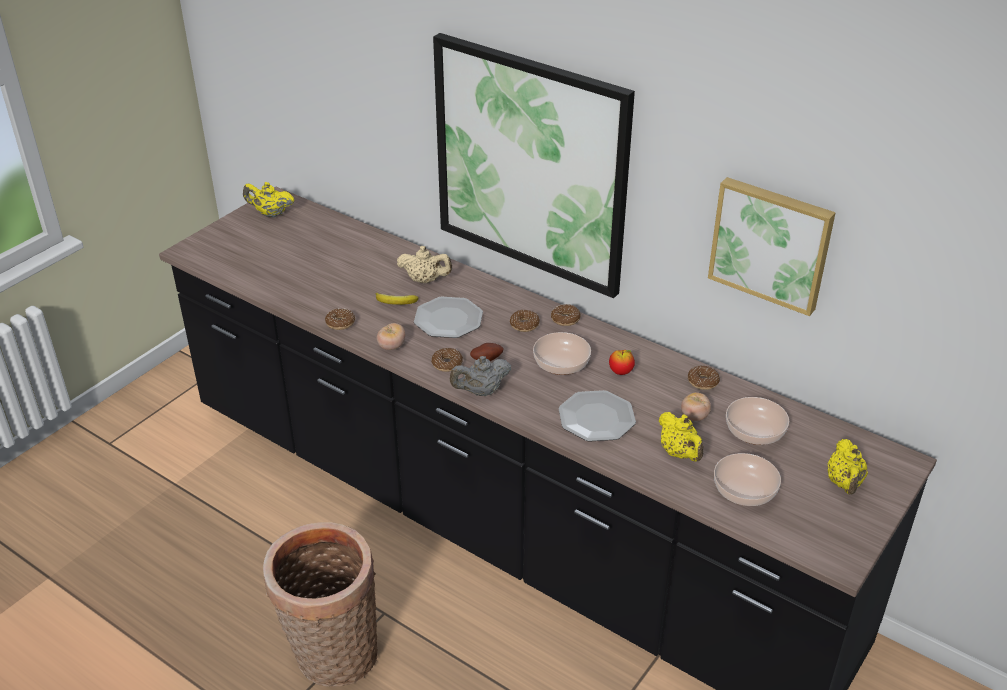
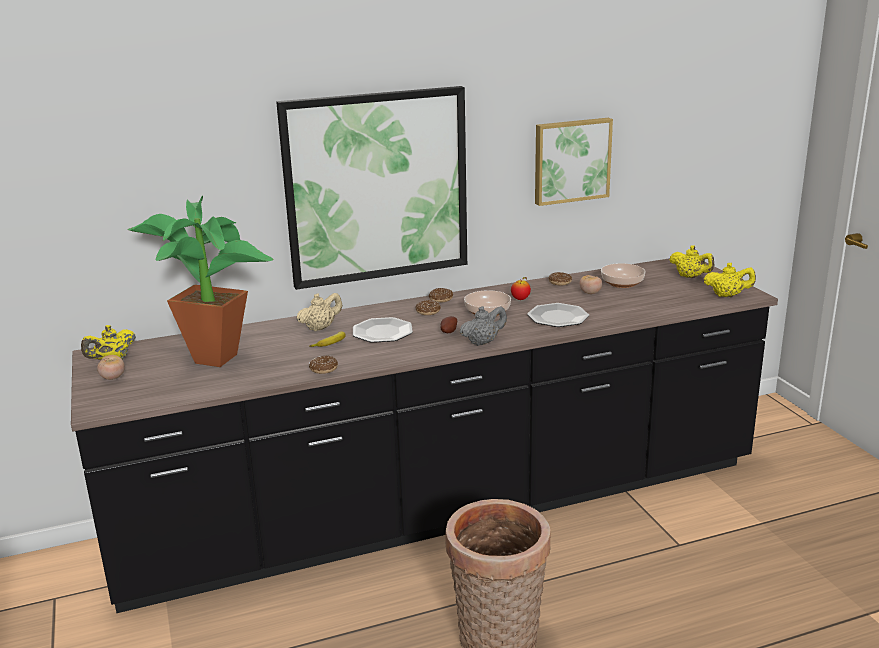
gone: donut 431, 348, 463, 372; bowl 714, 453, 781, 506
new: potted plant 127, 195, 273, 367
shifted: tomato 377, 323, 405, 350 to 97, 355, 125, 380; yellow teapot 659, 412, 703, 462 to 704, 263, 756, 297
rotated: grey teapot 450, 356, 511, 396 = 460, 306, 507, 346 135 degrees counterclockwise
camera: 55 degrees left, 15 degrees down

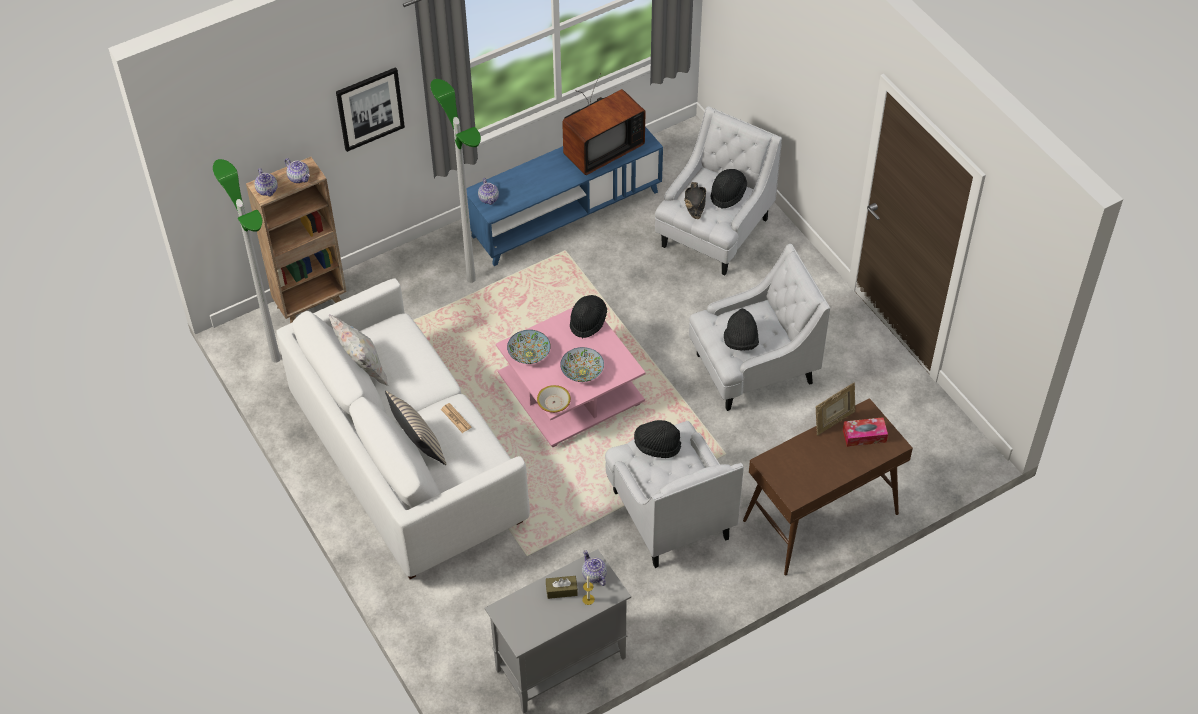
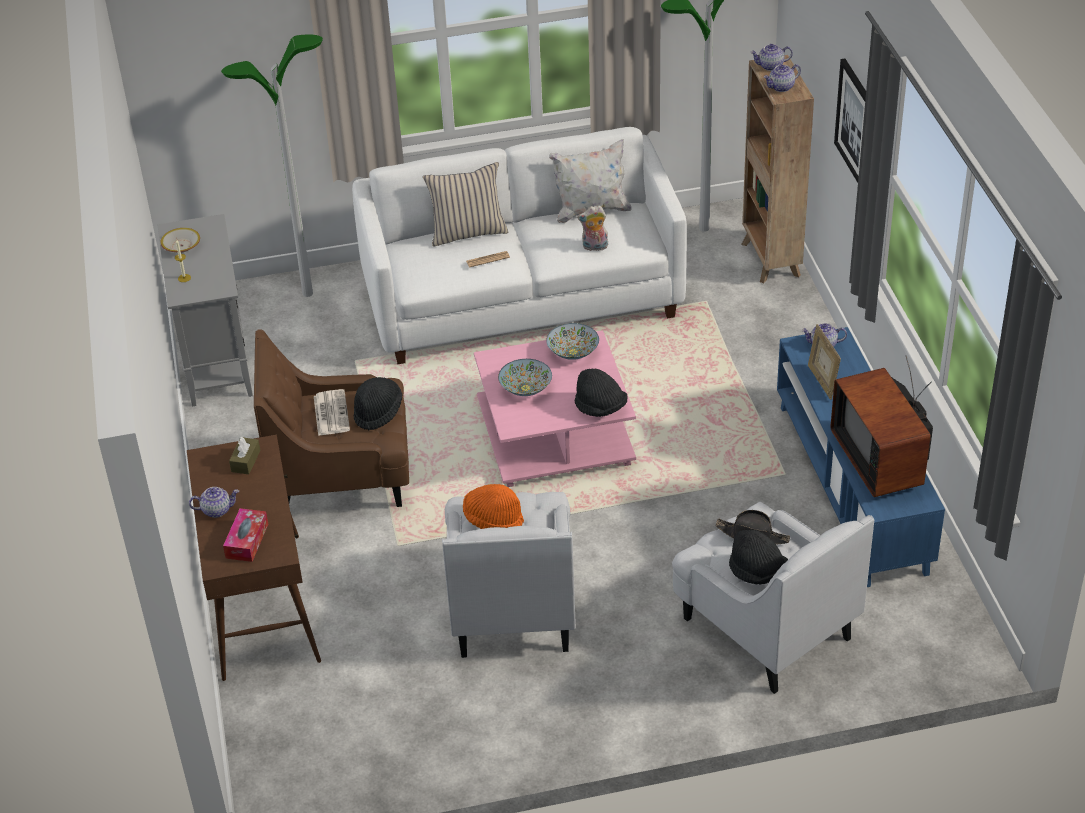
new: newspaper 314, 389, 350, 436; plush toy 577, 205, 608, 251
shifted: floor lamp 430, 79, 481, 283 to 221, 34, 323, 297; bowl 537, 385, 571, 413 to 161, 228, 200, 253; brown tissue box 546, 576, 578, 599 to 229, 437, 261, 474; teapot 582, 550, 607, 586 to 189, 487, 239, 518; picture frame 816, 383, 855, 435 to 808, 324, 841, 400
repainted: white armchair 605, 421, 744, 568 to brown armchair 254, 329, 409, 507; black hat 724, 308, 759, 350 to orange hat 463, 484, 524, 529
camera: 110 degrees right, 10 degrees down

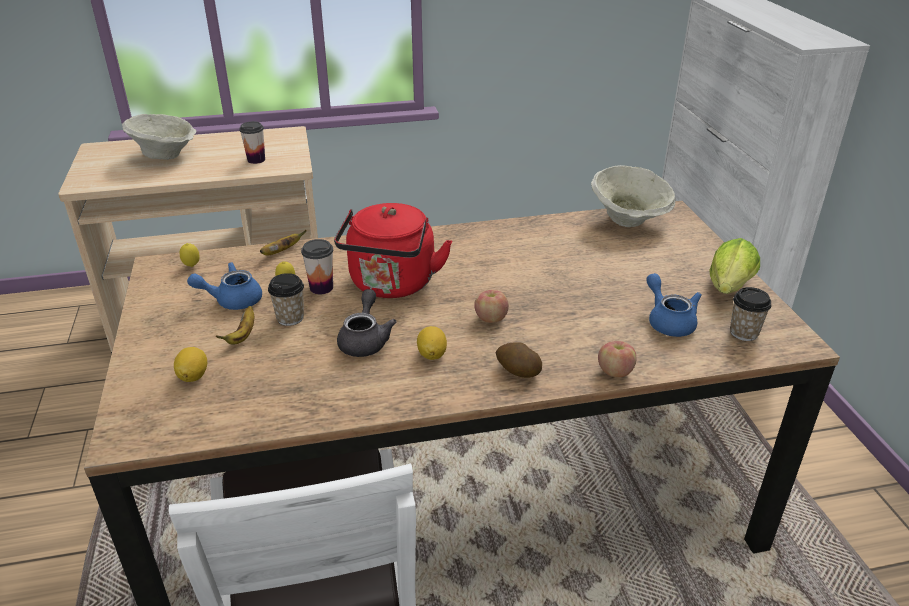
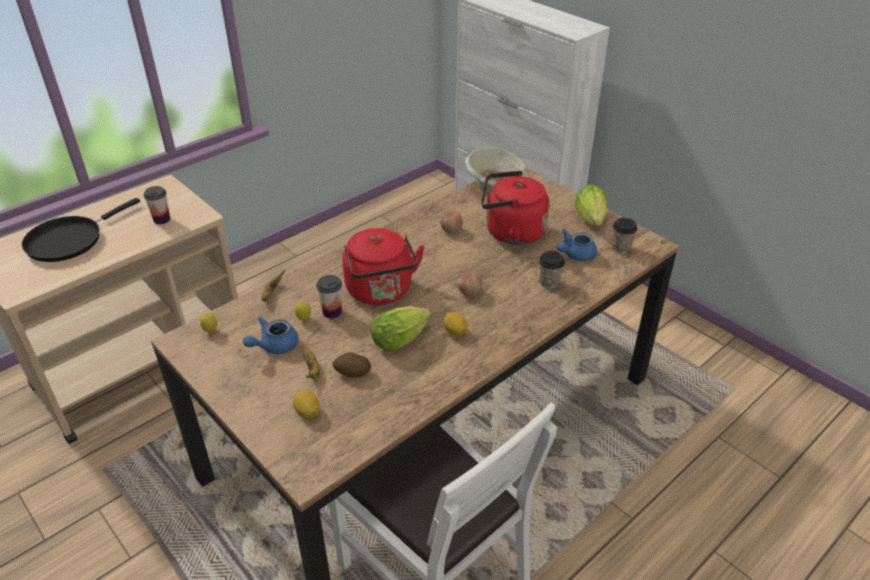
new: red kettle 481, 170, 550, 245
shifted: cup 268, 273, 304, 326 to 539, 251, 565, 289; potato 496, 342, 542, 378 to 333, 352, 371, 377; apple 598, 341, 636, 377 to 440, 211, 463, 233
swapped: beige bowl 122, 114, 196, 160 to black frying pan 21, 198, 140, 262; grey teapot 337, 289, 397, 357 to lettuce 371, 306, 431, 351
rotated: blue teapot 646, 273, 702, 337 = 557, 229, 597, 261 75 degrees counterclockwise
camera: 30 degrees left, 5 degrees up

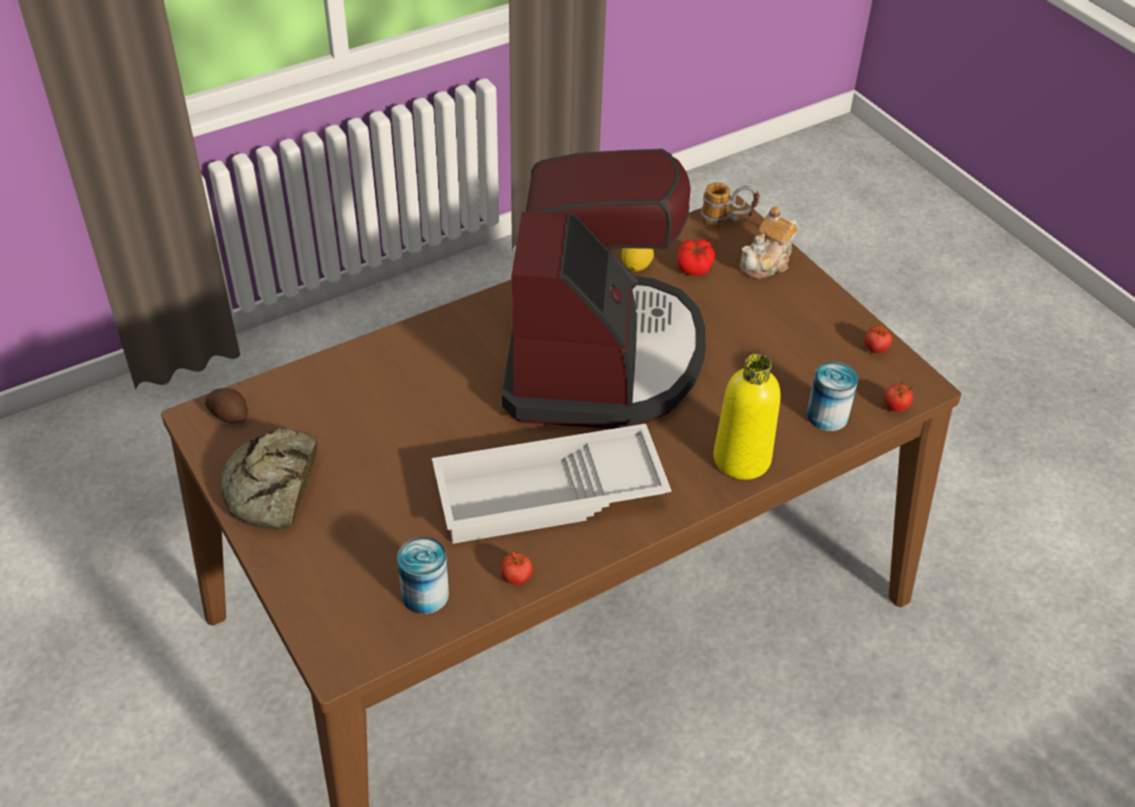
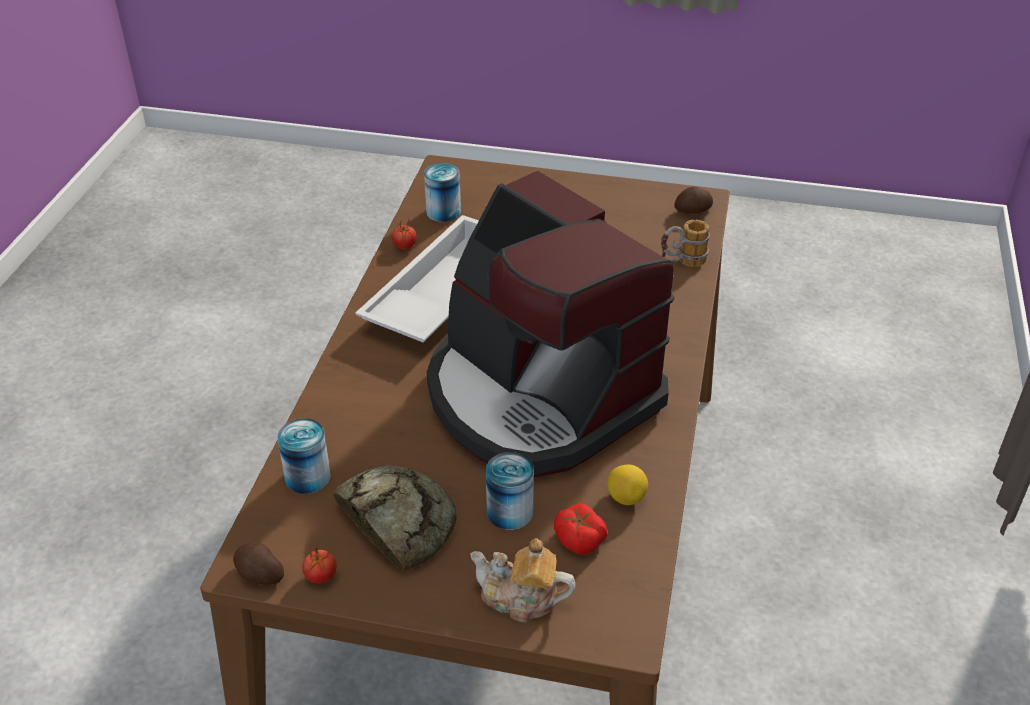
gone: yellow bottle 713, 354, 780, 480; tomato 884, 378, 913, 412
new: potato 233, 542, 284, 585; can 486, 452, 534, 530
shifted: bread 221, 428, 318, 530 to 333, 465, 457, 571; mug 701, 182, 760, 229 to 661, 220, 710, 267
rotated: teapot 740, 206, 798, 279 = 470, 538, 576, 622 75 degrees counterclockwise
camera: 135 degrees right, 5 degrees down

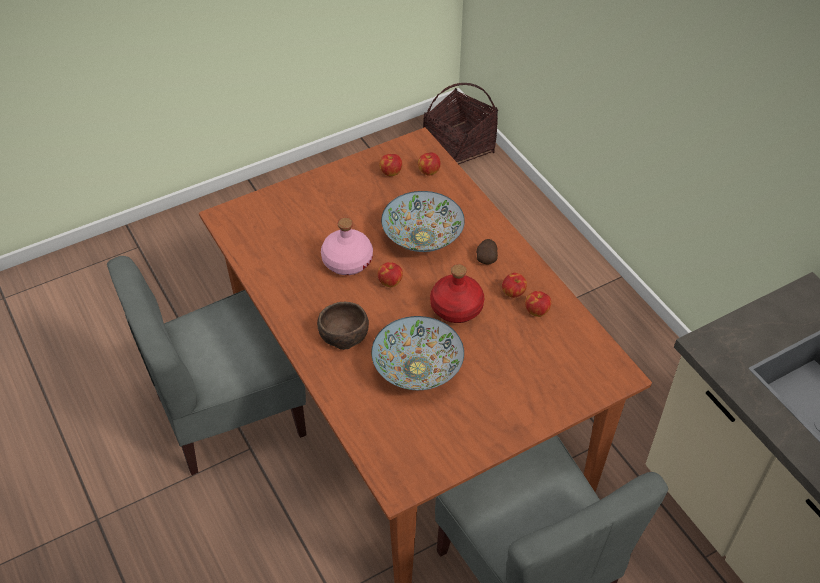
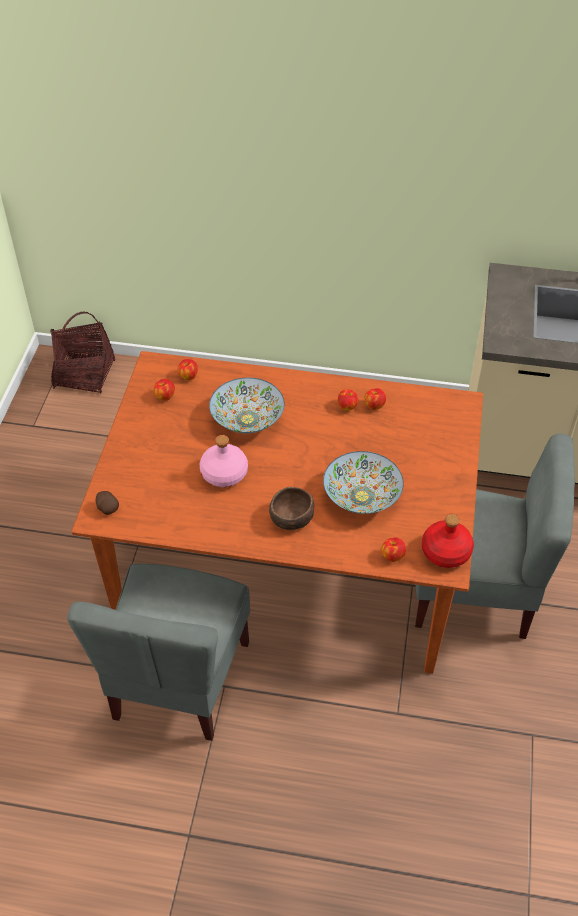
shifted: apple 378, 262, 403, 287 to 382, 538, 406, 562; red bottle 430, 264, 484, 323 to 422, 513, 474, 568; potato 476, 239, 498, 265 to 95, 491, 119, 515
camera: 50 degrees left, 0 degrees up

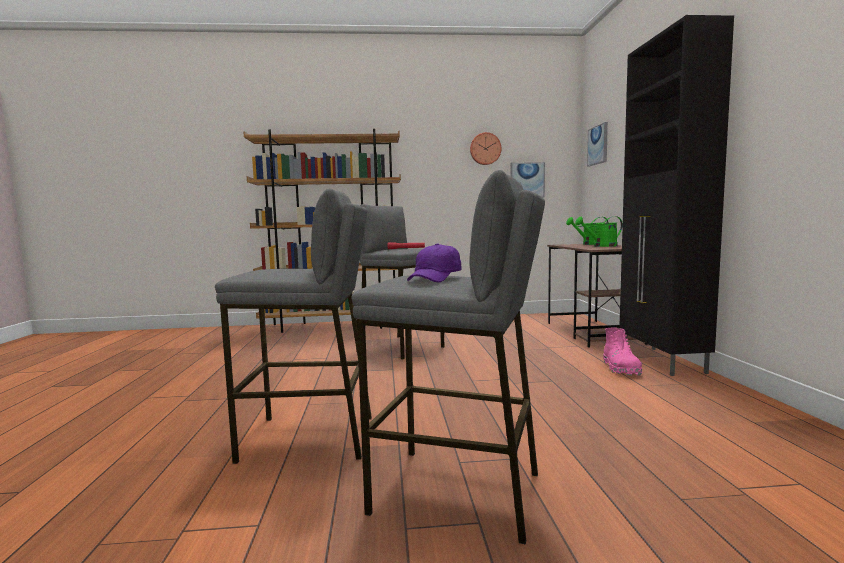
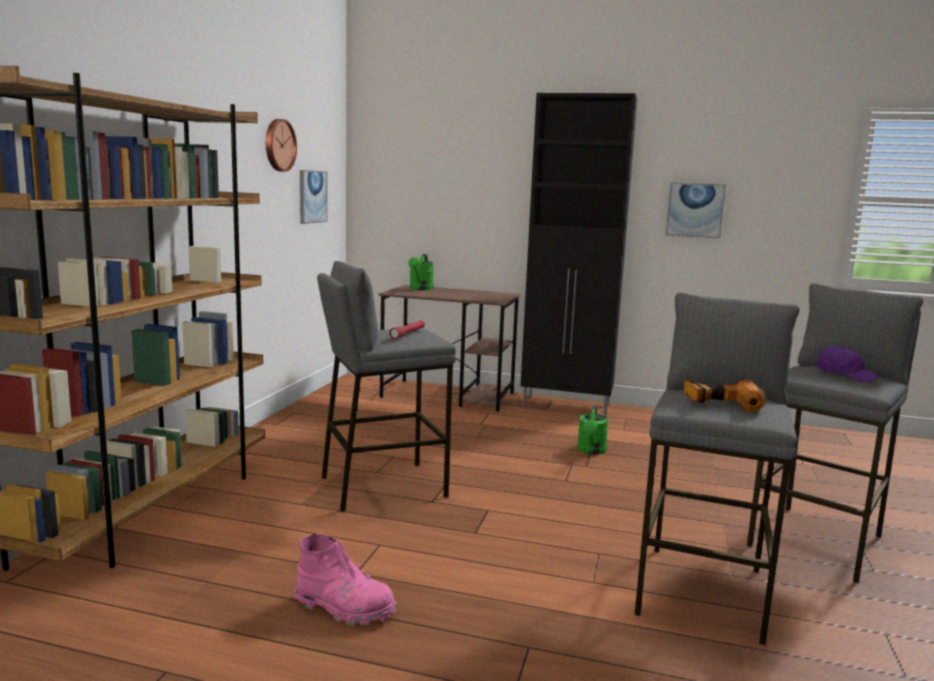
new: power drill 683, 380, 765, 412
shifted: green watering can 575, 216, 623, 247 to 577, 405, 608, 455; picture 587, 122, 608, 167 to 666, 183, 726, 238; pink boot 603, 327, 642, 376 to 294, 534, 396, 626
camera: 70 degrees left, 5 degrees up

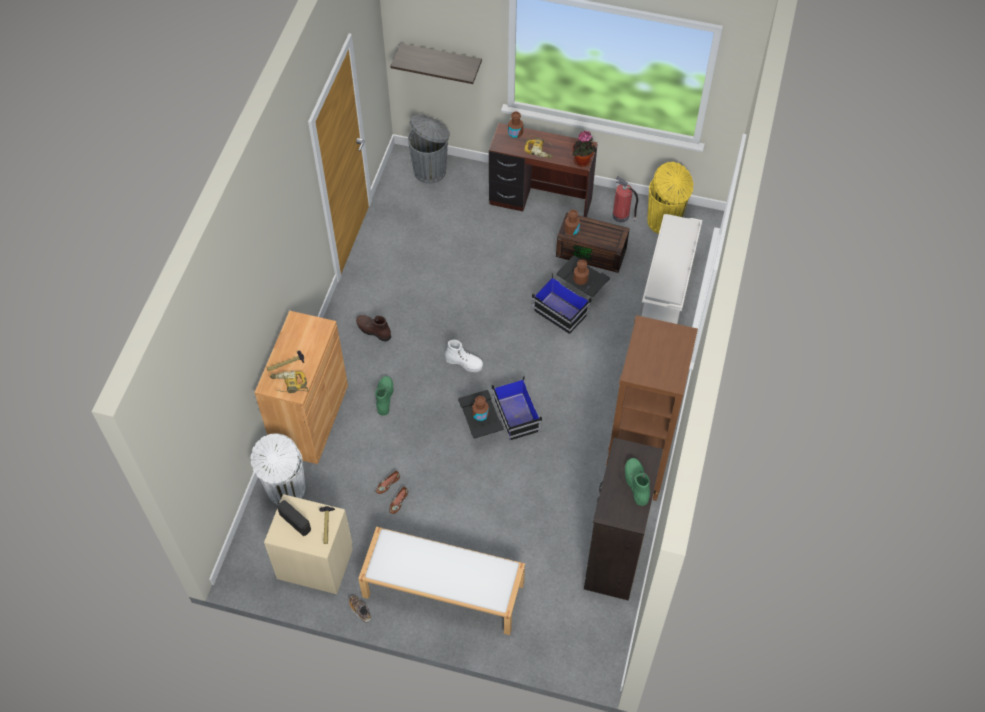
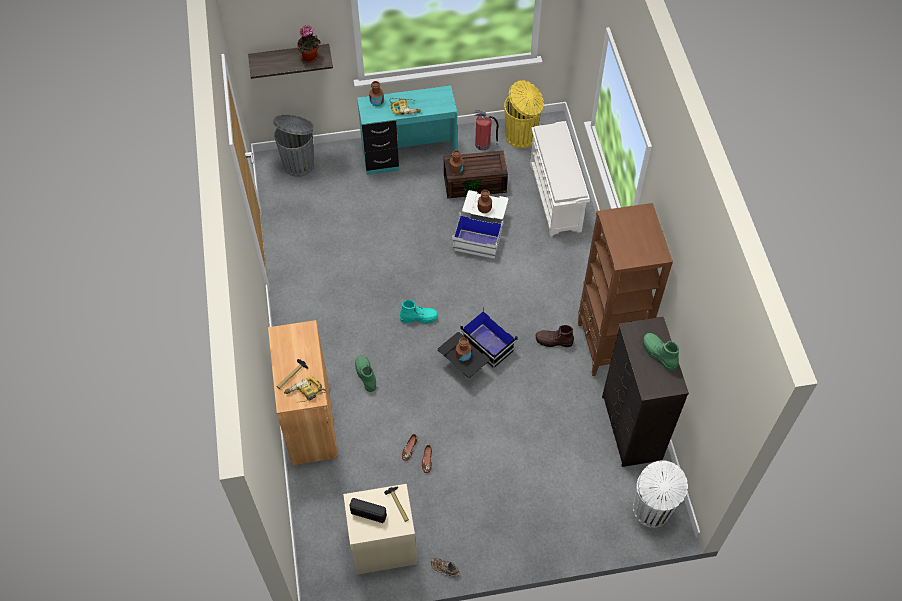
gone: white bench 358, 527, 525, 635
shifted: white trash can 251, 433, 305, 505 to 633, 460, 688, 528; brown boot 356, 315, 391, 342 to 536, 325, 574, 347; potted plant 572, 131, 596, 167 to 297, 25, 321, 63
repainted: white boot 445, 340, 483, 372 to turquoise boot 400, 300, 438, 324; brown desk 489, 123, 598, 217 to turquoise desk 357, 85, 457, 175; black storage box 532, 256, 610, 334 to white storage box 452, 190, 509, 259
camera: 25 degrees left, 0 degrees up

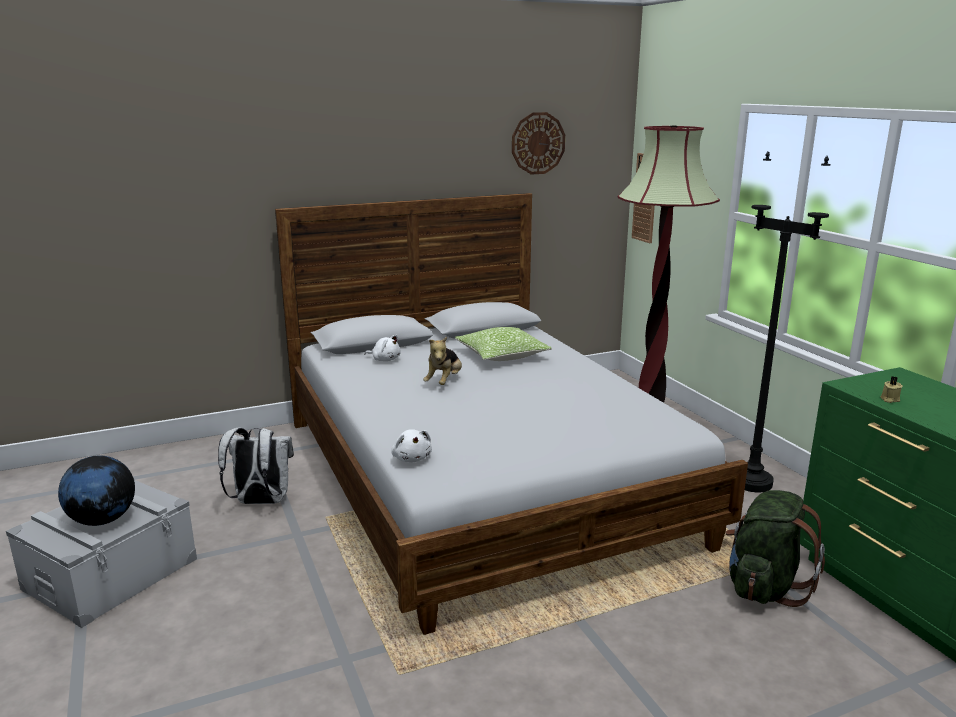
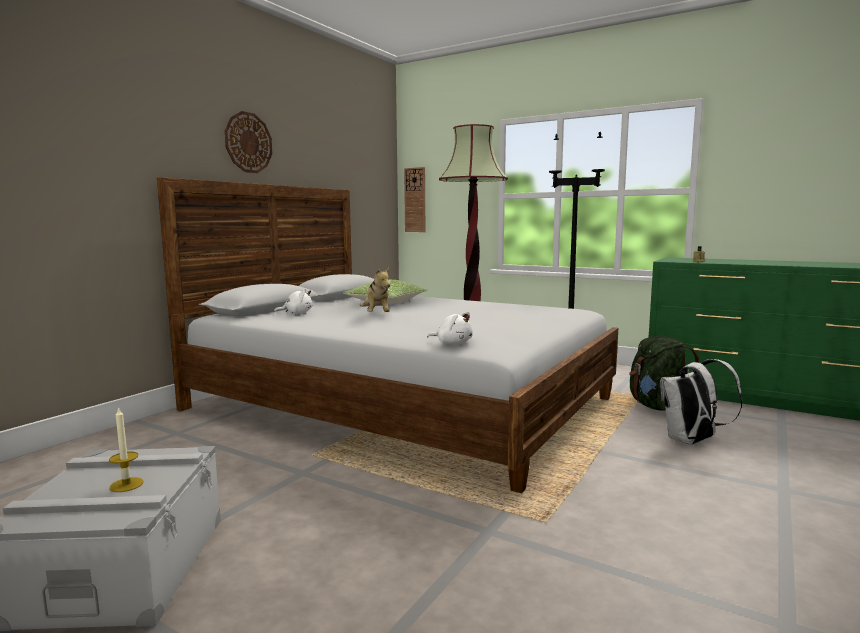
shifted: white backpack 218, 427, 294, 504 to 660, 359, 742, 445; wall clock 512, 112, 565, 175 to 225, 111, 272, 173
swapped: globe 58, 455, 135, 526 to candle 109, 407, 144, 492
camera: 35 degrees left, 10 degrees down

